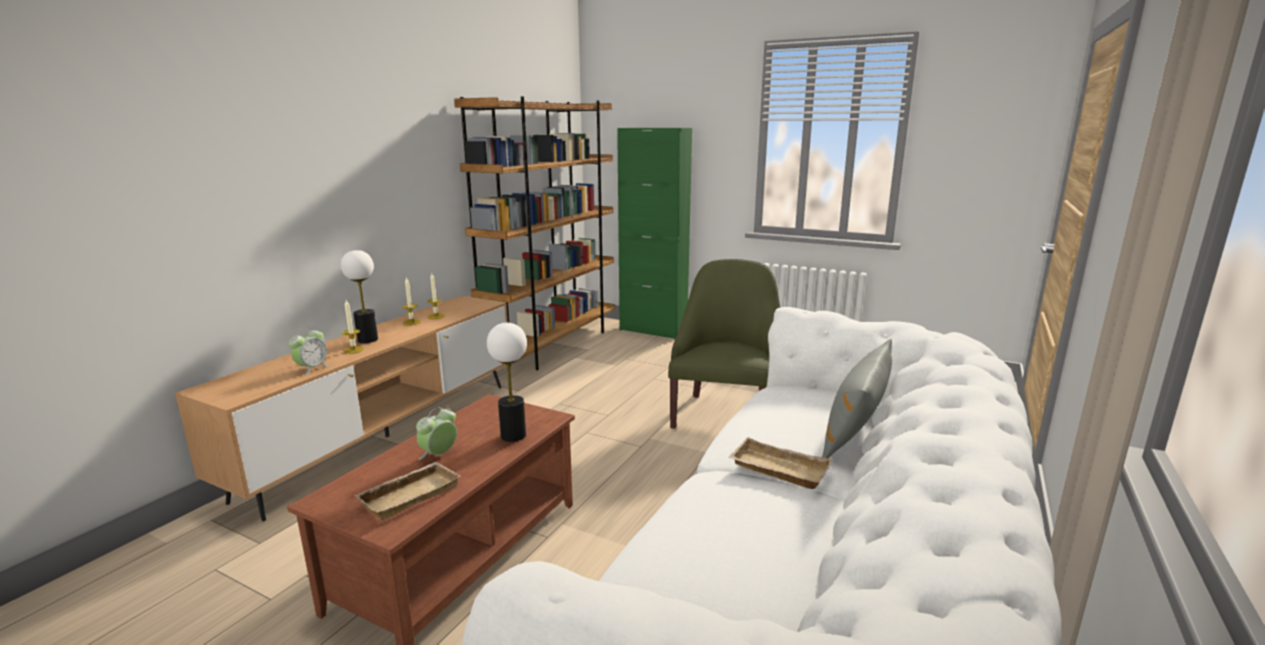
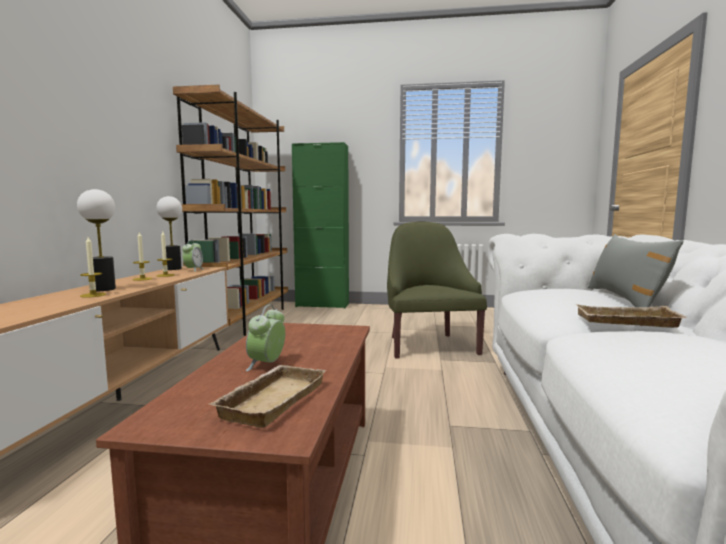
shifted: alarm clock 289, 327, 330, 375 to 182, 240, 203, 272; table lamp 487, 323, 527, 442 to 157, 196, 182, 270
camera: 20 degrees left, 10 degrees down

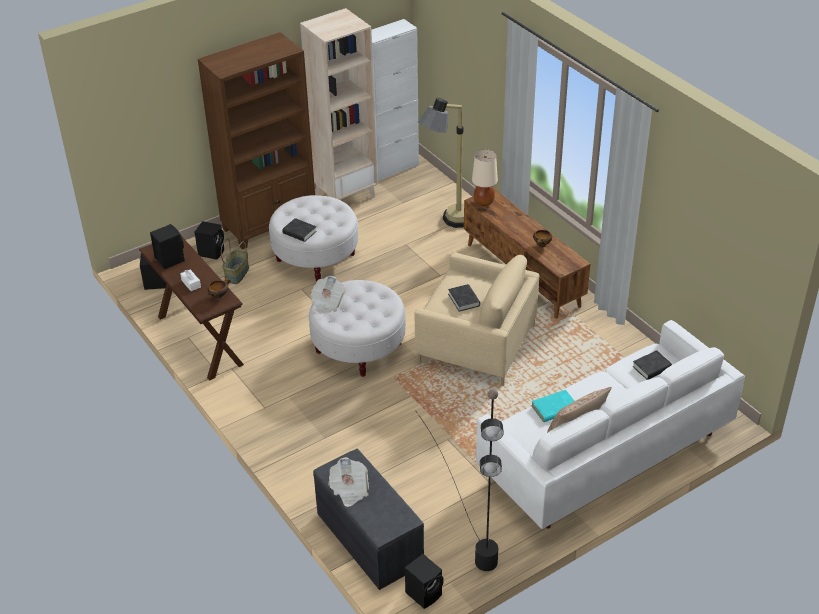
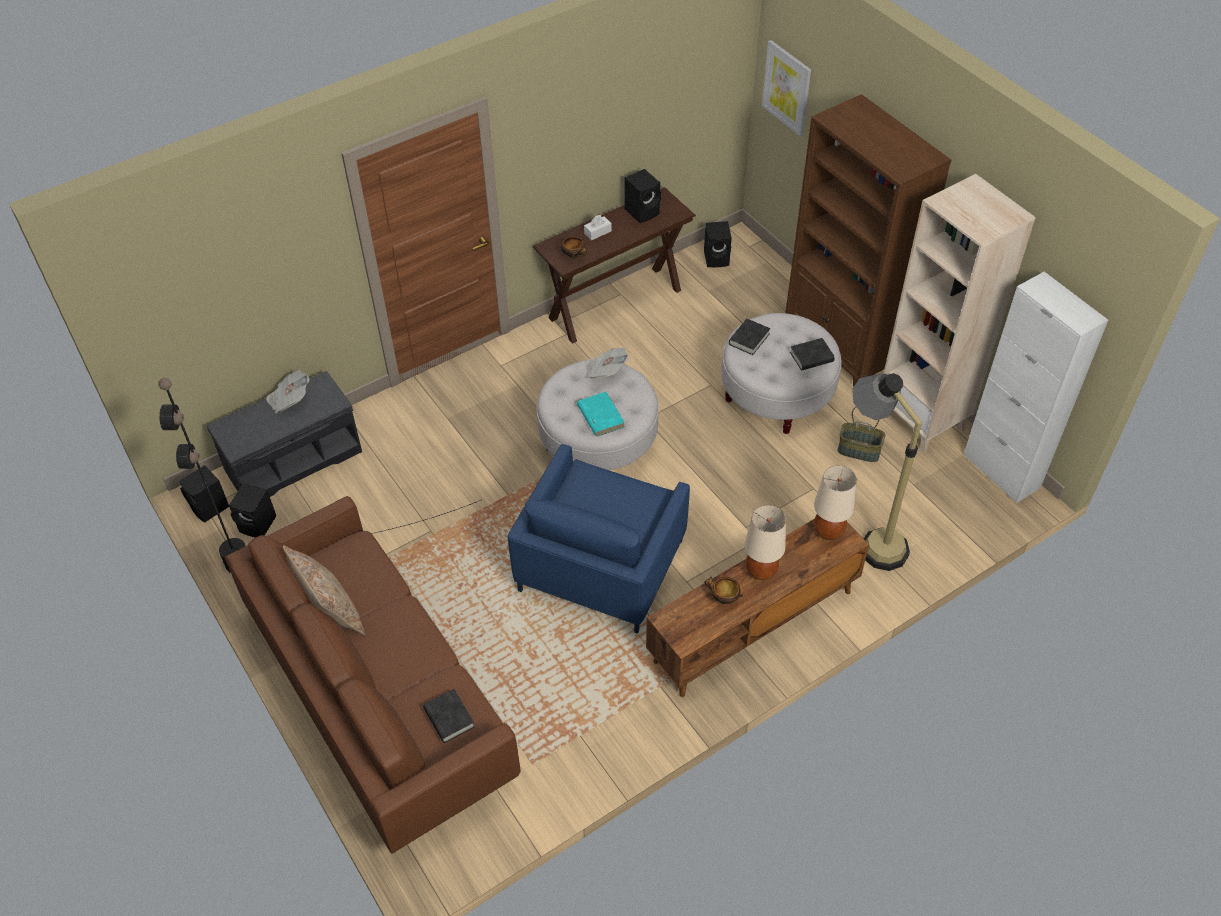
new: beige table lamp 744, 505, 786, 580; picture 762, 40, 811, 136
shifted: black speaker 194, 221, 224, 260 to 229, 483, 276, 537; basket 221, 238, 249, 284 to 838, 406, 885, 462; black book 448, 284, 480, 312 to 790, 338, 835, 371; turquoise book 531, 390, 574, 422 to 577, 392, 625, 437
repainted: beige armchair 414, 252, 539, 386 to blue armchair 507, 444, 690, 634; white sofa 476, 320, 745, 529 to brown sofa 225, 496, 520, 854
camera: 90 degrees right, 10 degrees up

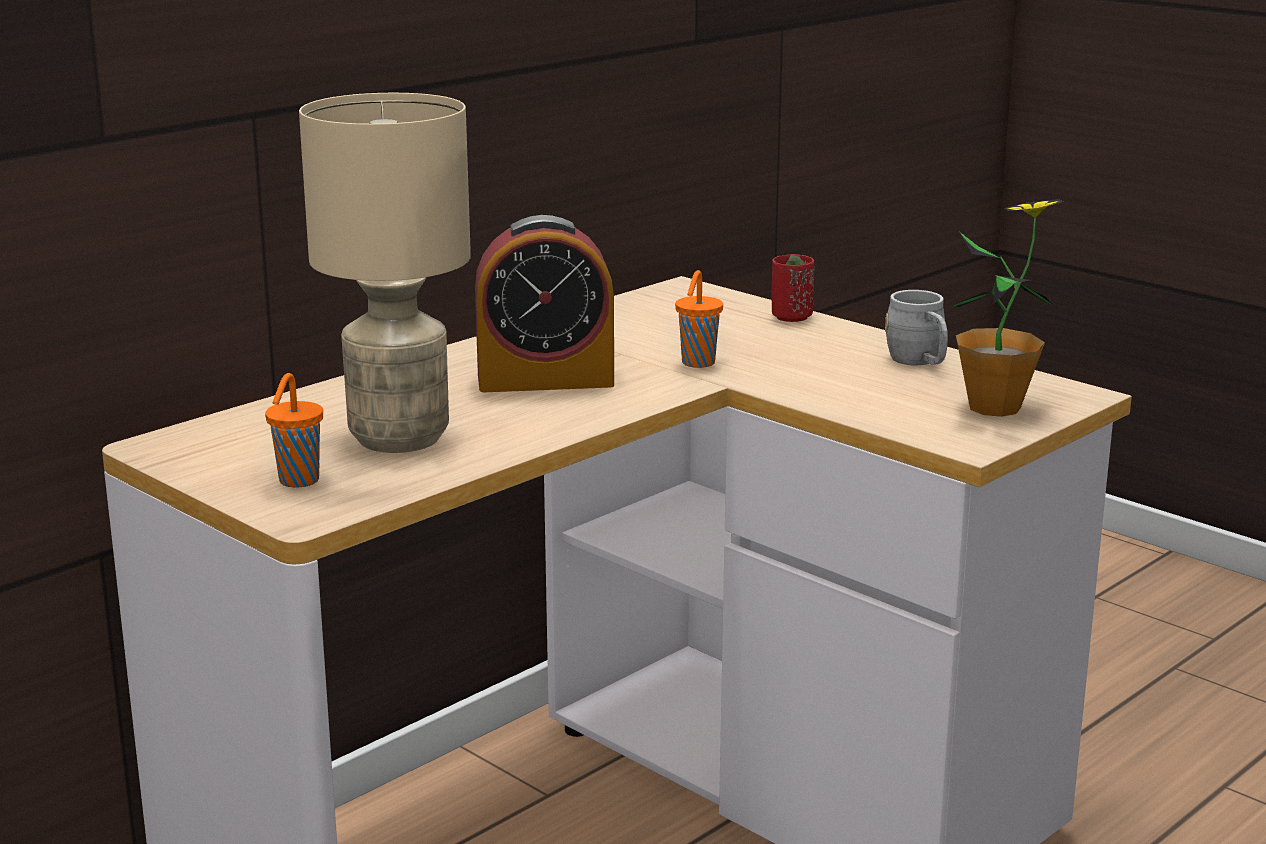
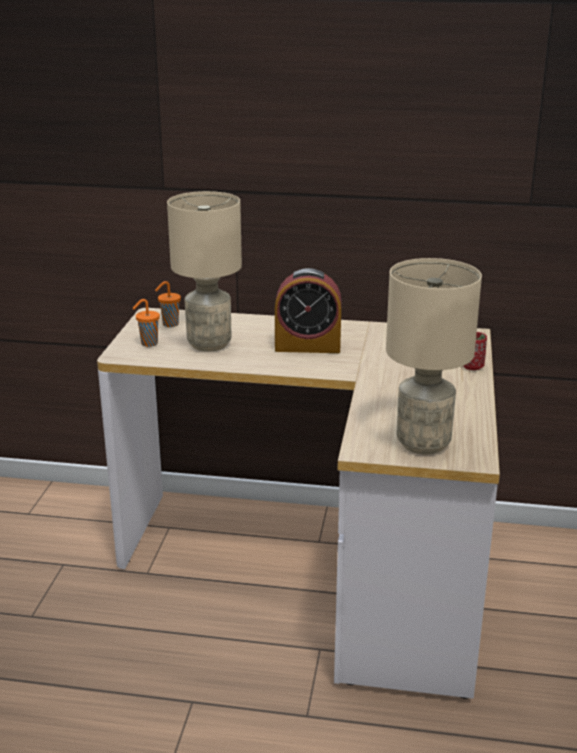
gone: grey mug 885, 290, 948, 366
shifted: orange cup 675, 270, 723, 368 to 155, 281, 181, 327
swapped: potted plant 951, 199, 1063, 417 to beige table lamp 386, 258, 482, 454
rotated: alarm clock 475, 215, 614, 392 = 275, 268, 342, 353 45 degrees counterclockwise
camera: 55 degrees right, 5 degrees up

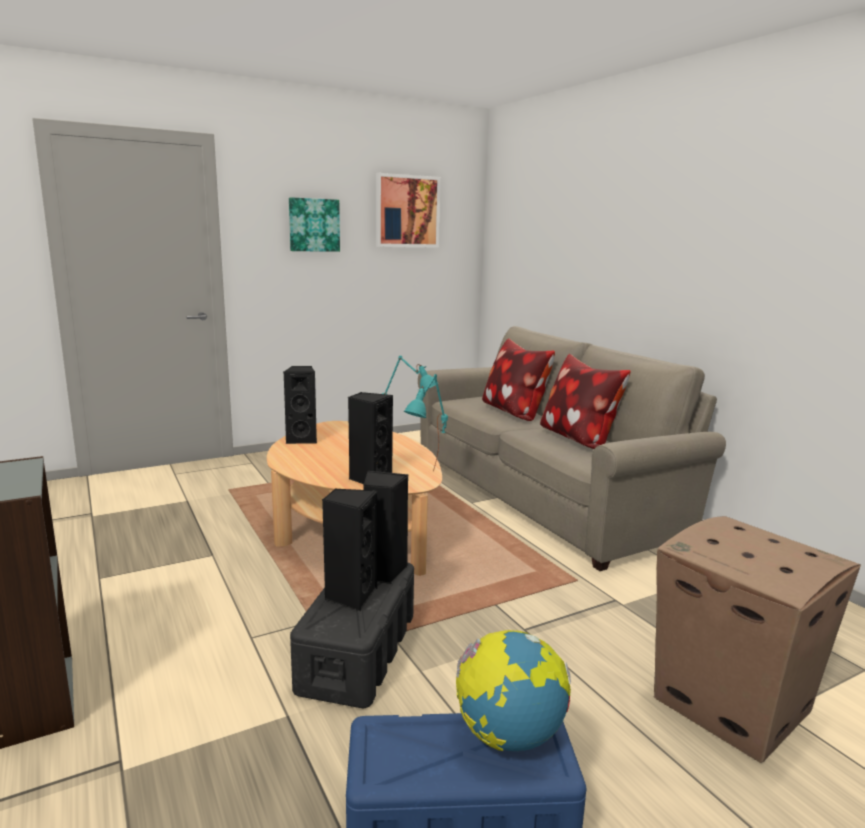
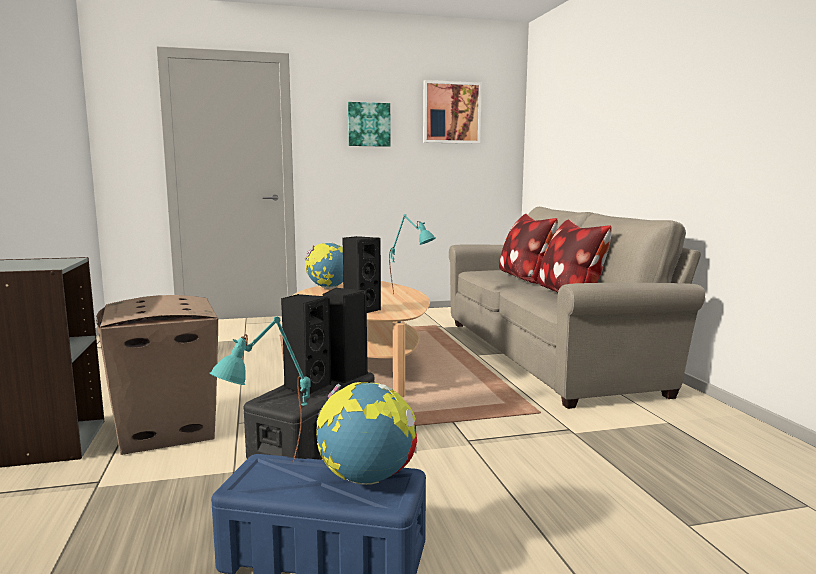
shifted: turquoise table lamp 404, 374, 448, 471 to 210, 316, 311, 462; cardboard box 654, 516, 861, 763 to 96, 295, 218, 455
swapped: black speaker 283, 366, 317, 444 to globe 304, 243, 343, 289
camera: 15 degrees right, 5 degrees down

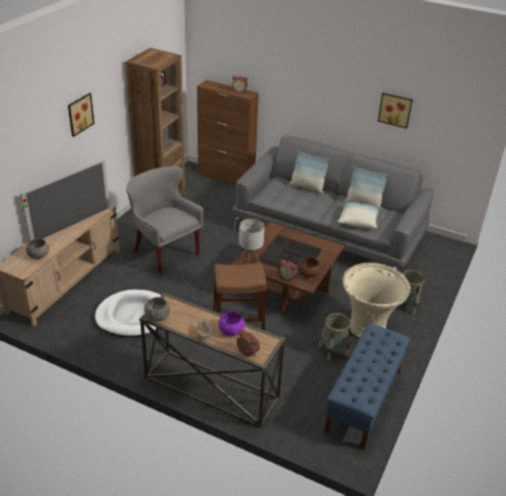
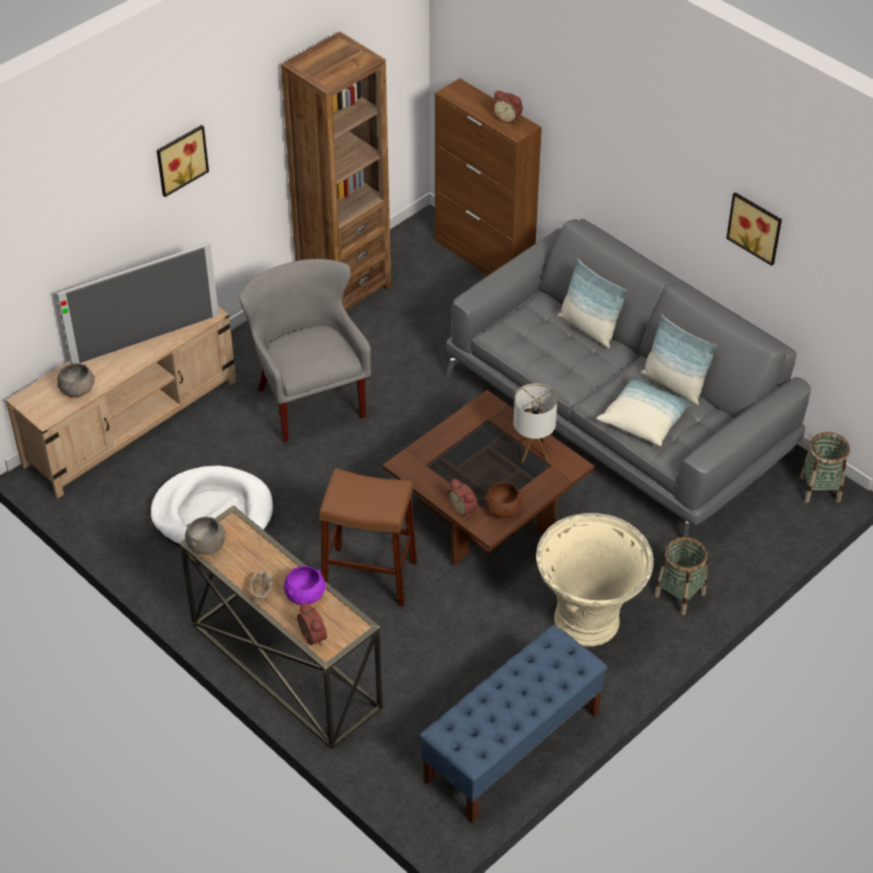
shifted: table lamp 239, 219, 265, 264 to 514, 383, 558, 463; basket 319, 313, 351, 361 to 800, 432, 850, 503
camera: 20 degrees right, 10 degrees up

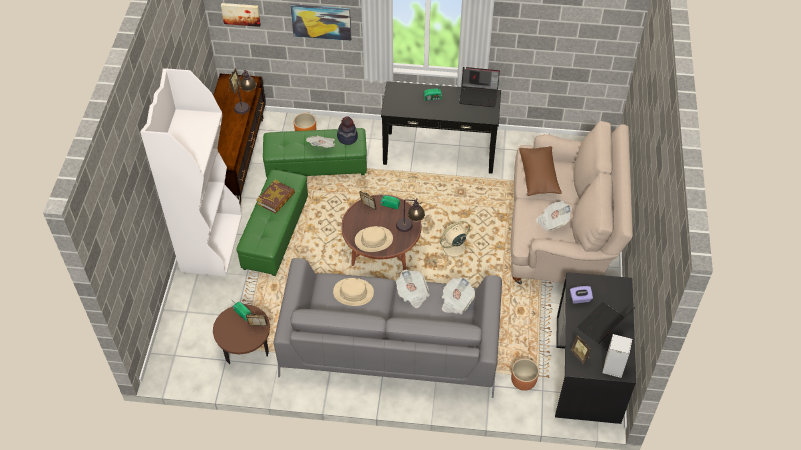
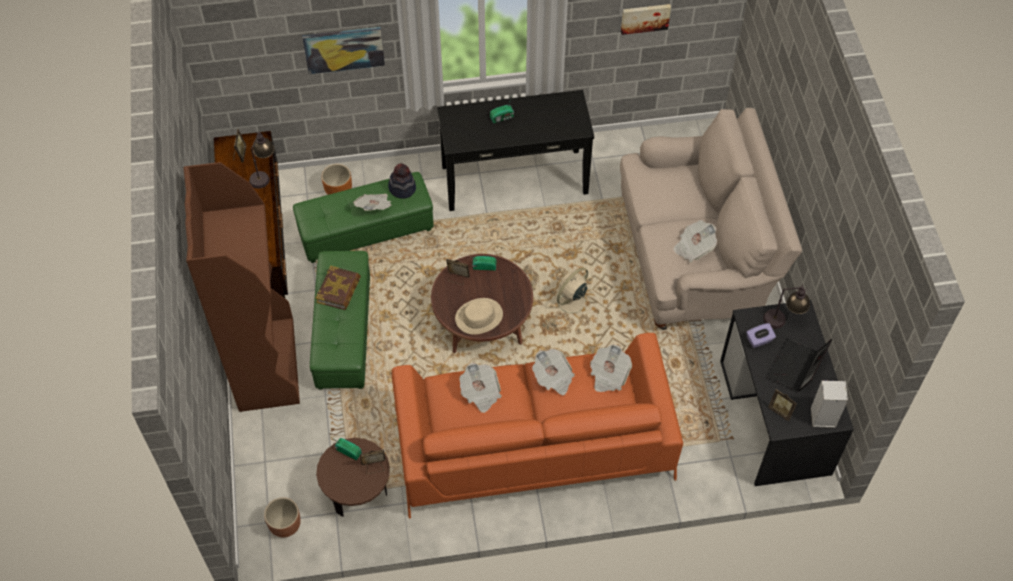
gone: laptop 459, 67, 500, 107; brown pillow 519, 146, 562, 196
shifted: picture 221, 3, 261, 27 to 621, 4, 671, 35; table lamp 396, 199, 425, 232 to 763, 284, 810, 329; brown planter 511, 359, 539, 391 to 264, 497, 301, 538
swapped: beige hat 333, 278, 374, 306 to newspaper 459, 363, 502, 413
repainted: white bookcase 140, 68, 242, 277 to brown bookcase 184, 162, 300, 412; grey sofa 274, 258, 502, 398 to orange sofa 392, 333, 683, 518
camera: 15 degrees left, 5 degrees up

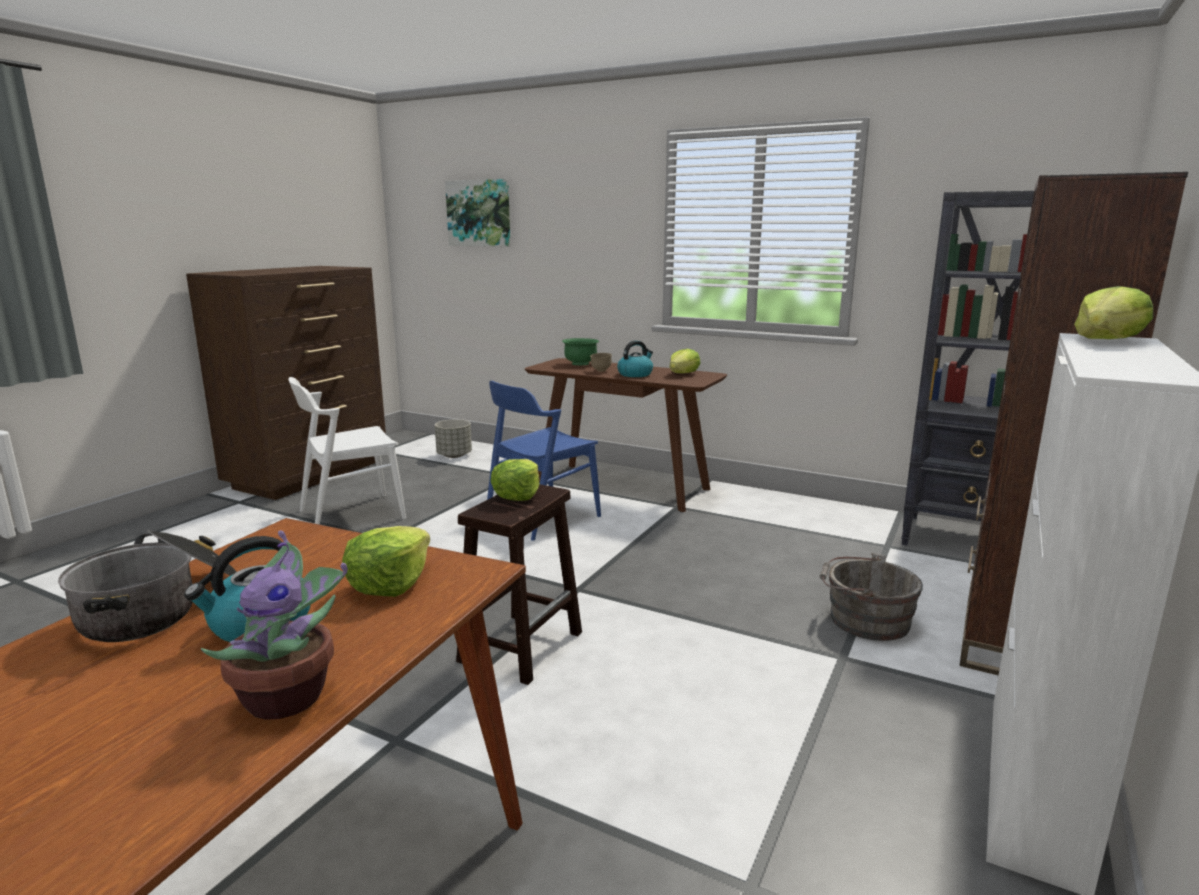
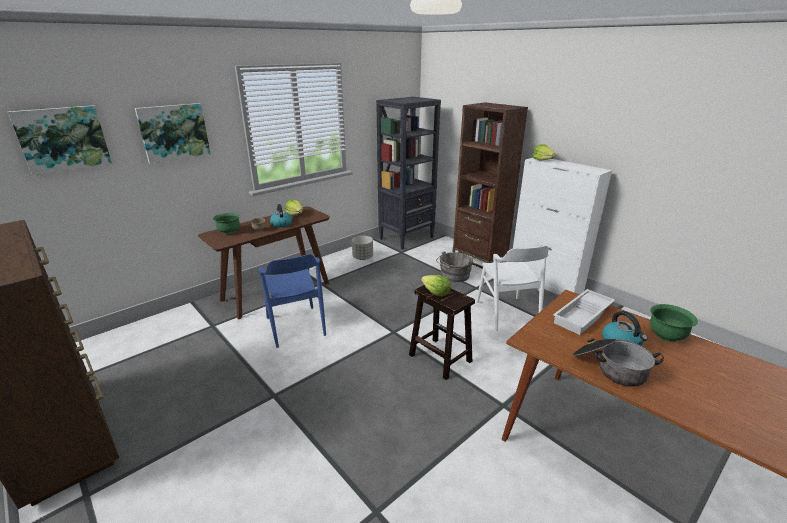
new: picture 135, 103, 211, 163
shifted: white chair 289, 377, 406, 525 to 476, 246, 549, 331; grey planter 435, 419, 472, 458 to 352, 236, 373, 260
swapped: potted plant 201, 530, 348, 720 to green bowl 650, 304, 698, 342; lettuce 342, 526, 430, 597 to white tray 553, 289, 615, 335
camera: 70 degrees left, 10 degrees up

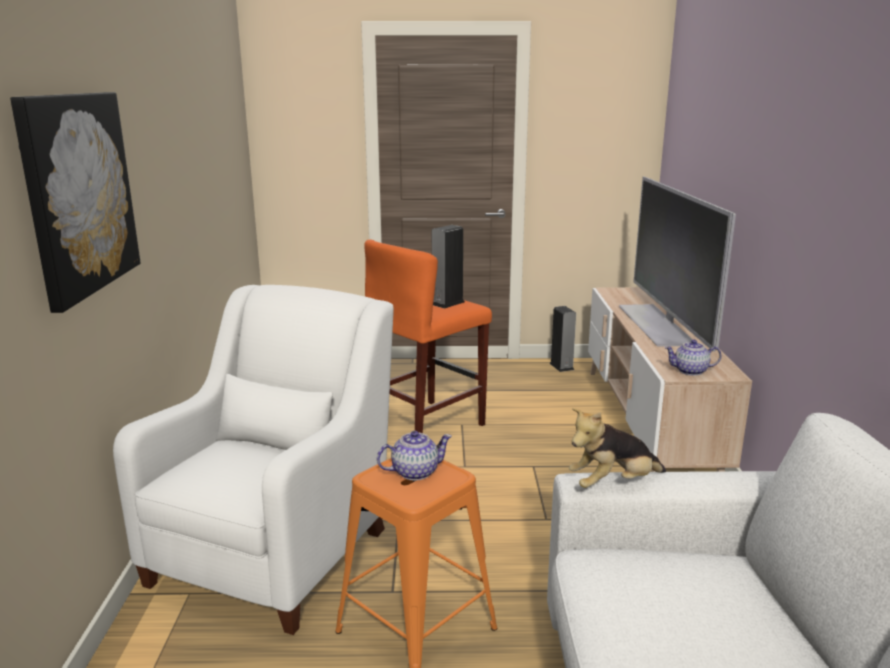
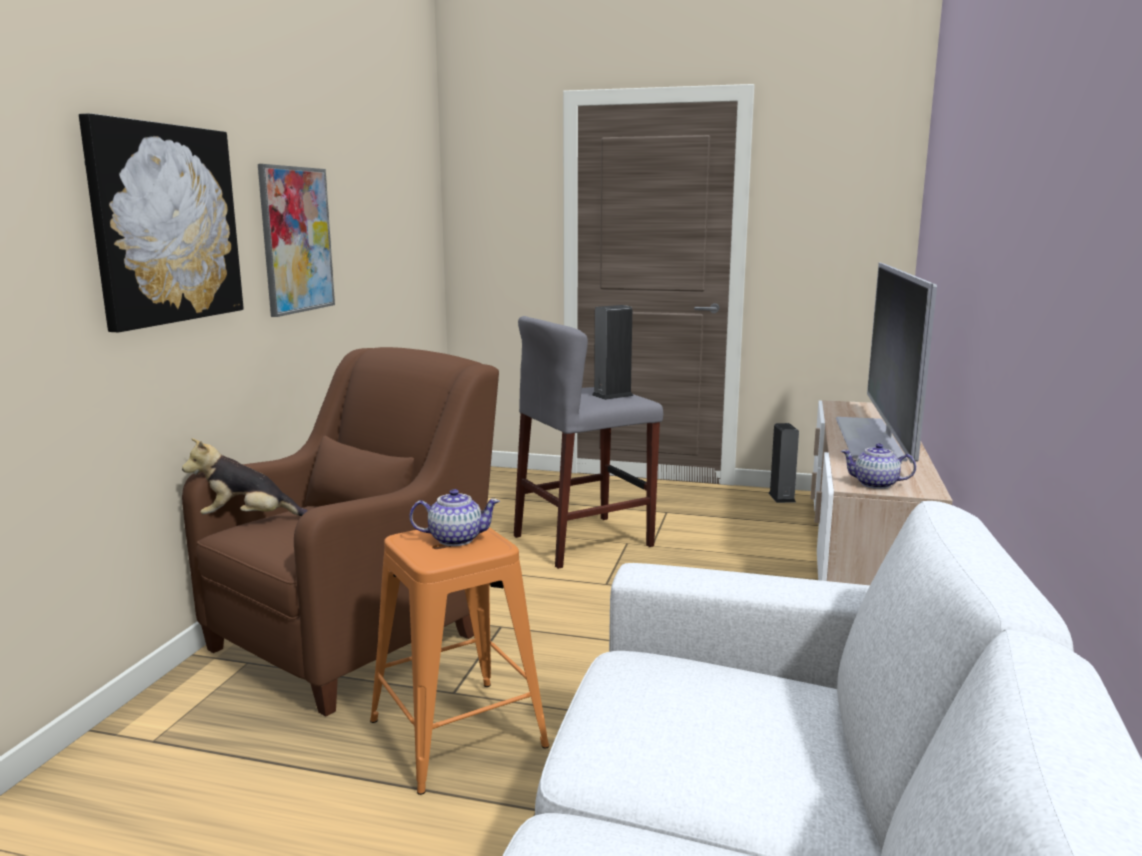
new: picture 258, 164, 335, 317
shifted: plush toy 569, 408, 666, 488 to 182, 438, 308, 516
repainted: white armchair 113, 285, 394, 635 to brown armchair 182, 347, 499, 717; orange stool 364, 239, 492, 433 to grey stool 514, 316, 663, 569
camera: 15 degrees right, 5 degrees down

